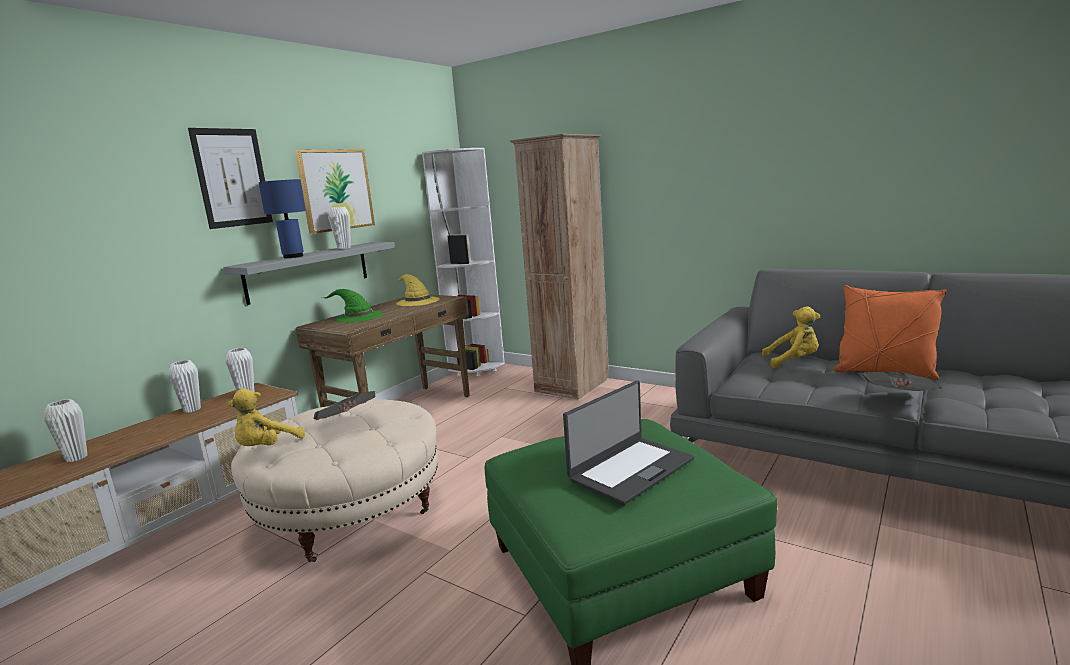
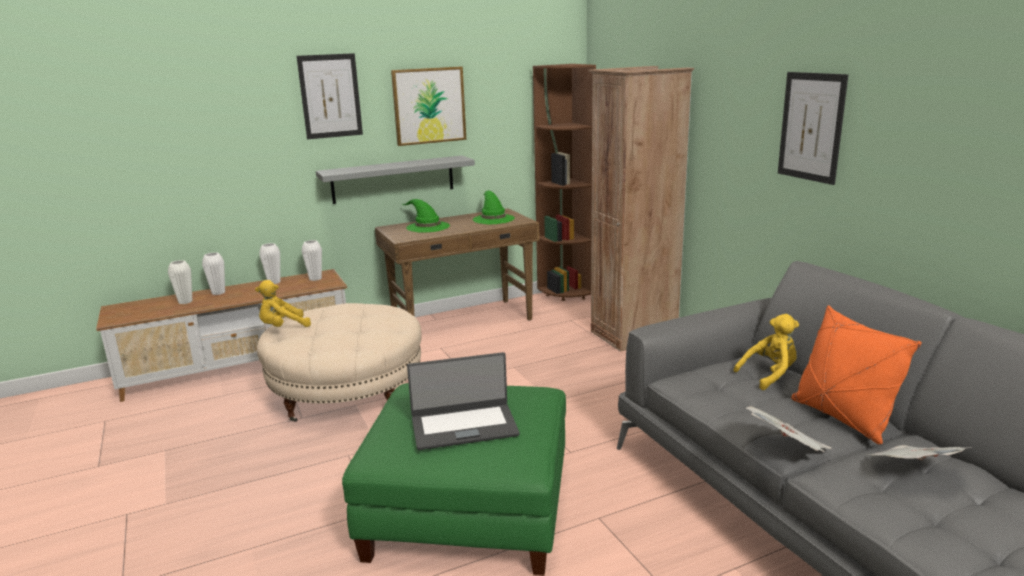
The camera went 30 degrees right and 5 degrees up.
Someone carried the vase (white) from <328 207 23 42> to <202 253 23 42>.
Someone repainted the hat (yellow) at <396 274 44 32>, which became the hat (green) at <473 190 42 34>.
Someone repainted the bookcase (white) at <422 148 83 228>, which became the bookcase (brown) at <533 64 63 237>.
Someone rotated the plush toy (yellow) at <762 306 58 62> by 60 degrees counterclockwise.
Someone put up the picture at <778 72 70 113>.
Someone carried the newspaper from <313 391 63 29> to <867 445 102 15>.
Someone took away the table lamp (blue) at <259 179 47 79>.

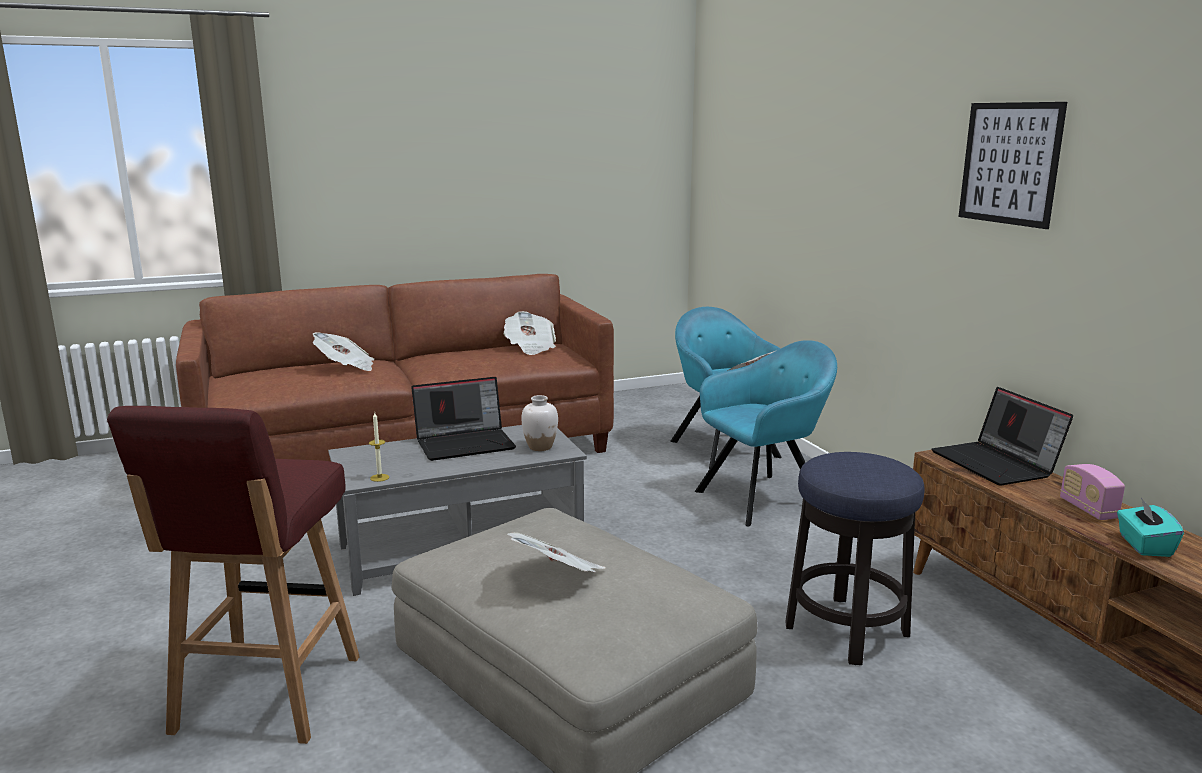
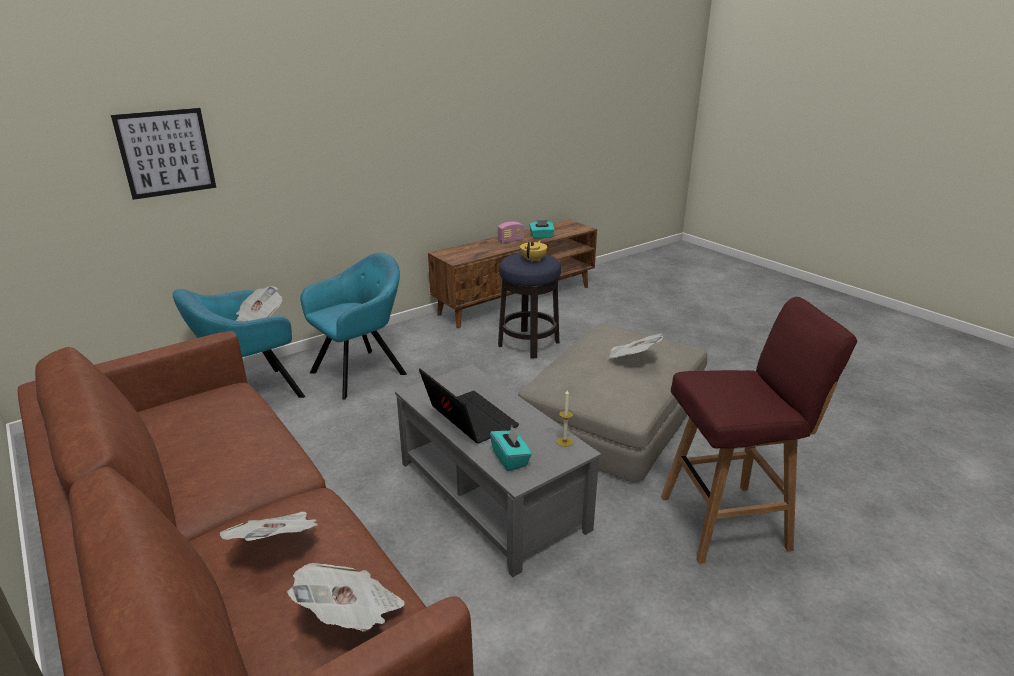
The camera went 105 degrees left and 10 degrees up.
Someone carried the picture from <958 102 109 127> to <111 108 105 92>.
Someone carried the newspaper from <504 311 52 44> to <287 563 118 68>.
Someone rotated the armchair (turquoise) at <695 340 142 186> by 90 degrees clockwise.
Someone put down the tissue box (turquoise) at <490 426 42 45>.
Someone put down the teapot (yellow) at <520 240 27 23>.
Someone took away the vase (white) at <521 395 37 56>.
Someone took away the laptop at <931 387 142 99>.

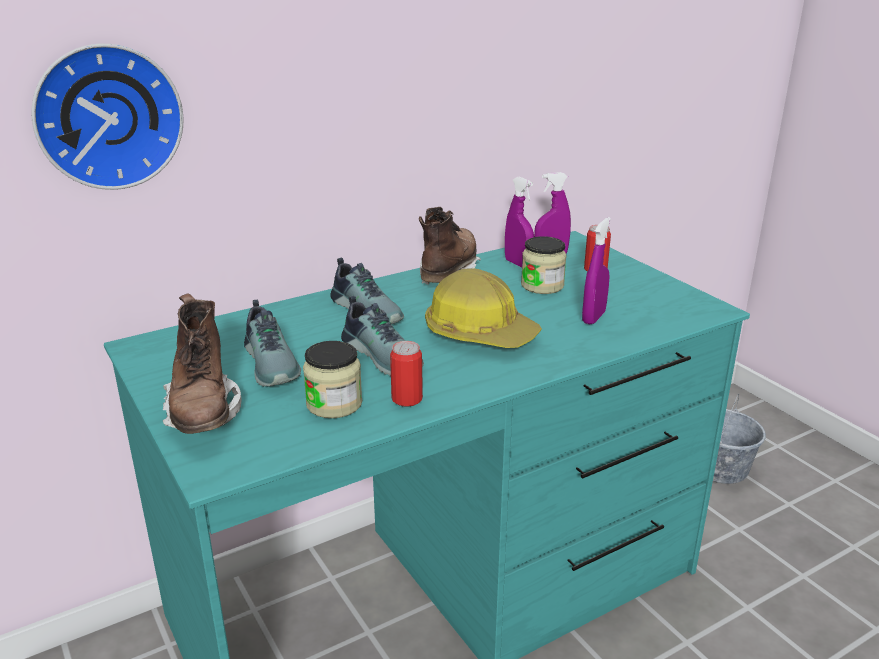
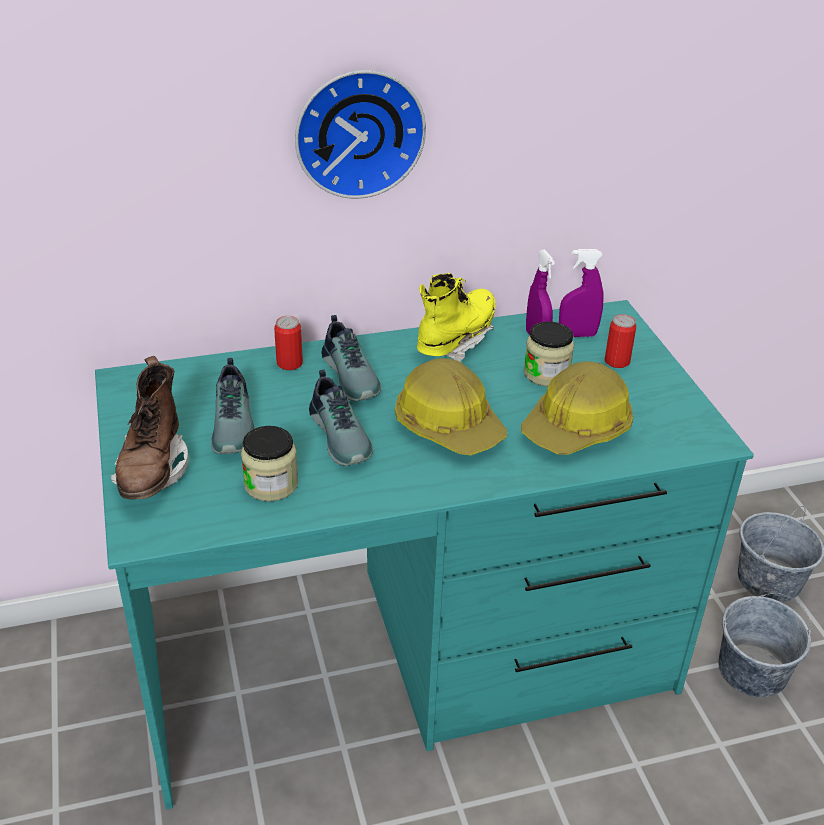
The camera went 15 degrees right and 10 degrees up.
Someone carried the can from <390 341 33 66> to <274 316 29 54>.
Someone carried the wall clock from <31 44 152 146> to <295 70 131 129>.
Someone repainted the boot (brown) at <419 207 62 78>, which became the boot (yellow) at <417 273 79 89>.
Someone swapped the spray bottle (purple) at <582 217 29 107> for the hard hat at <521 361 112 94>.
Someone put down the bucket (grey) at <718 593 94 104>.

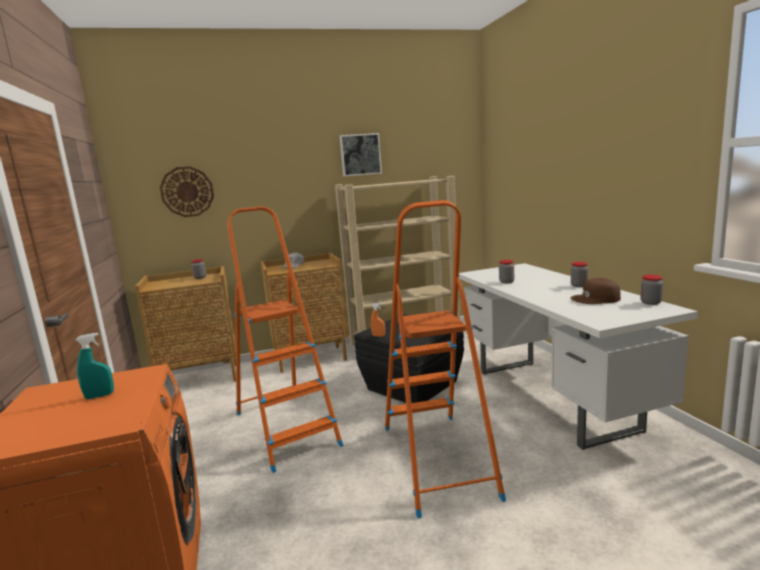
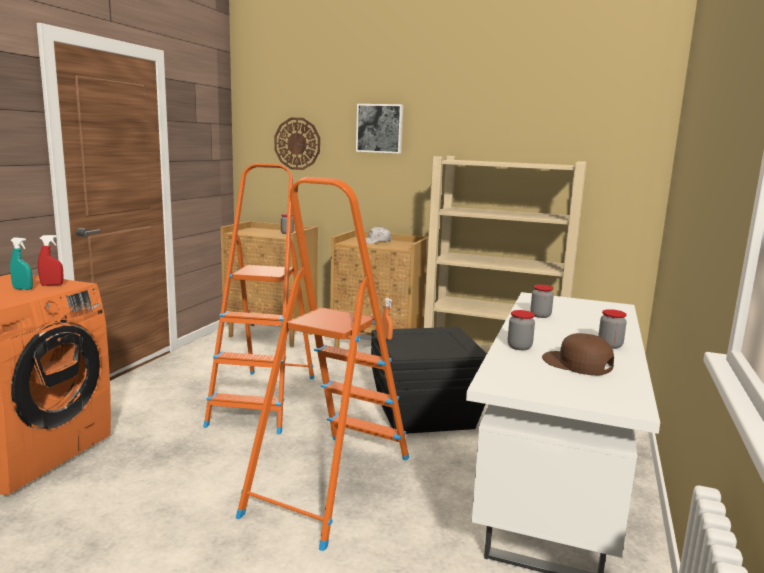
The camera went 35 degrees right and 0 degrees up.
Someone put down the spray bottle (red) at <38 235 26 51>.
Someone carried the picture from <340 133 42 44> to <356 104 47 50>.
Someone carried the jar from <640 275 23 30> to <508 310 27 40>.

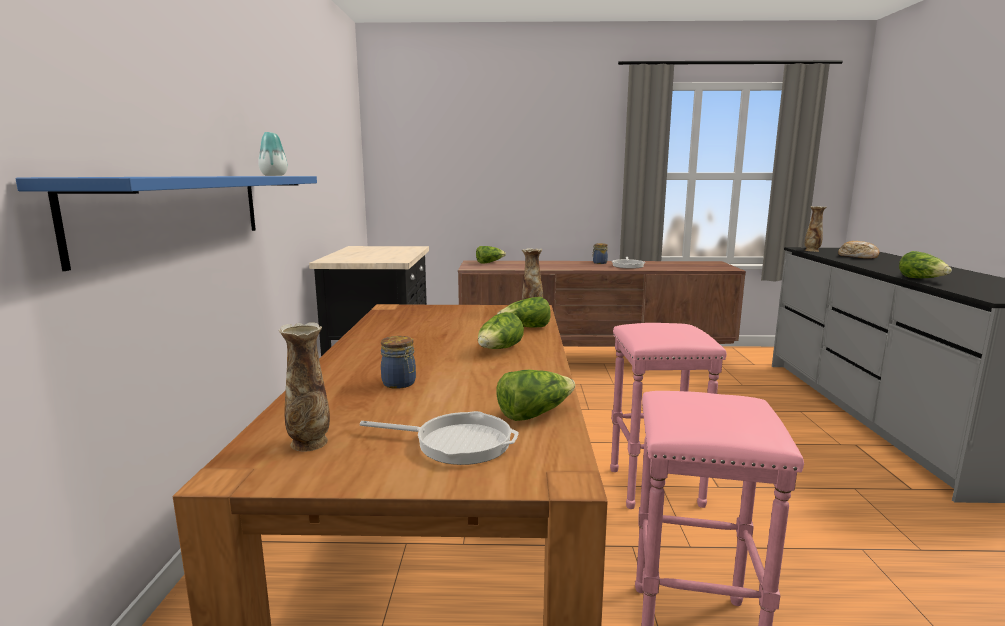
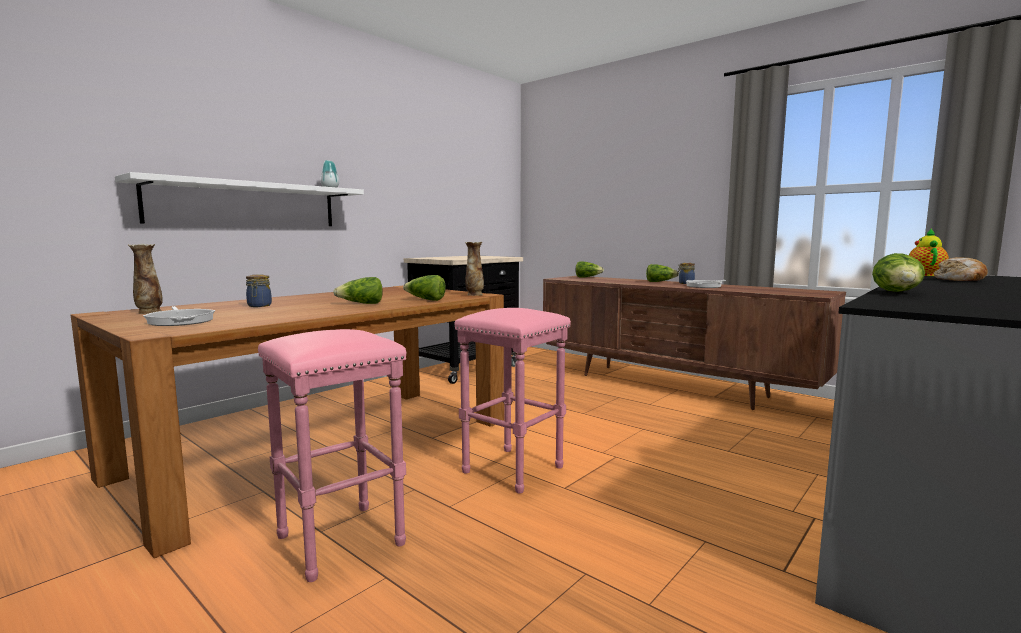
The camera went 40 degrees right and 5 degrees down.
Someone repainted the shelf (blue) at <15 176 302 95>, which became the shelf (white) at <115 172 249 54>.
Someone carried the lettuce from <496 370 79 51> to <646 264 33 18>.
Someone swapped the vase at <805 206 21 46> for the teapot at <909 229 40 47>.

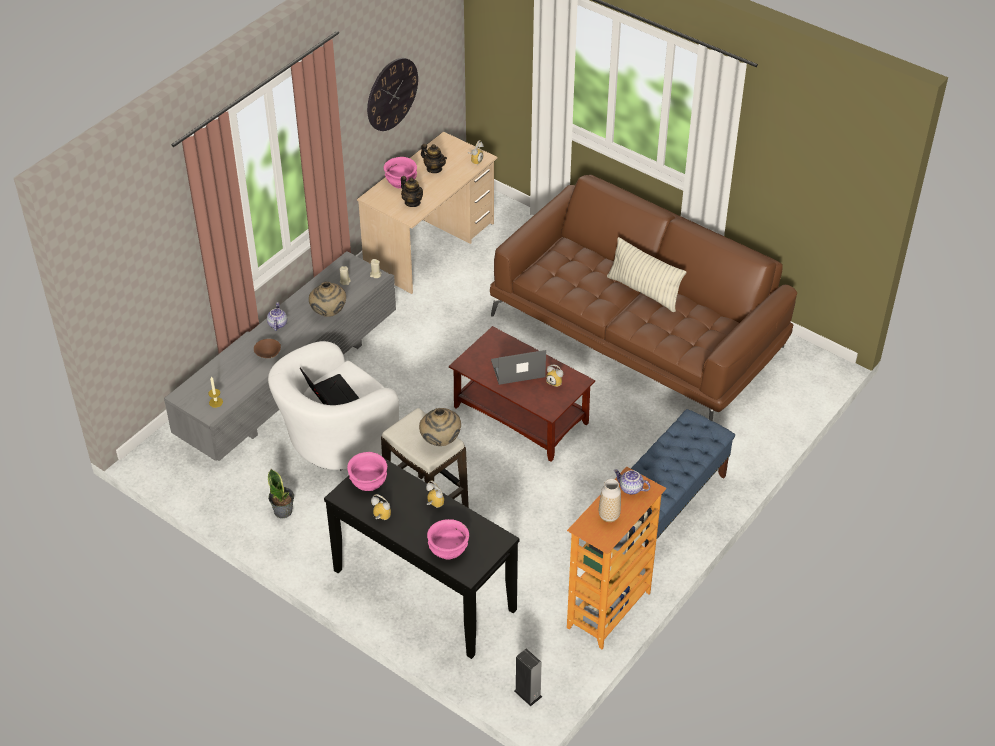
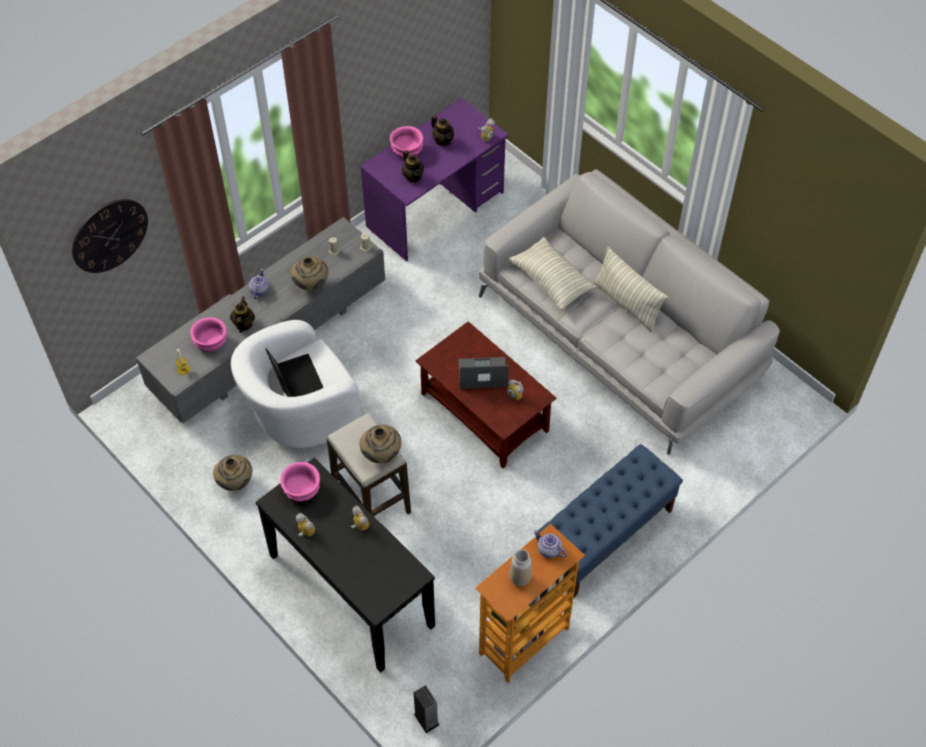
The camera went 10 degrees right and 10 degrees up.
Someone carried the wall clock from <367 58 51 73> to <72 199 76 74>.
Someone carried the bowl (pink) from <427 519 42 41> to <190 317 37 35>.
Someone swapped the potted plant at <268 469 26 49> for the vase (beige) at <213 455 39 36>.
Someone swapped the bowl (brown) at <254 339 27 19> for the teapot at <230 296 25 37>.
Someone repainted the desk (beige) at <357 131 140 163>, which became the desk (purple) at <360 98 149 163>.
Someone repainted the sofa (brown) at <490 175 307 246>, which became the sofa (grey) at <479 169 301 286>.
Someone put down the pillow at <509 237 88 74>.

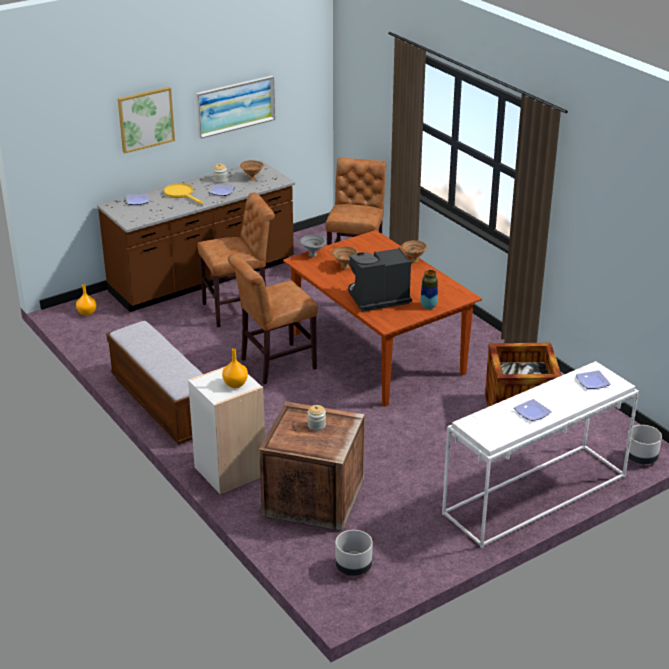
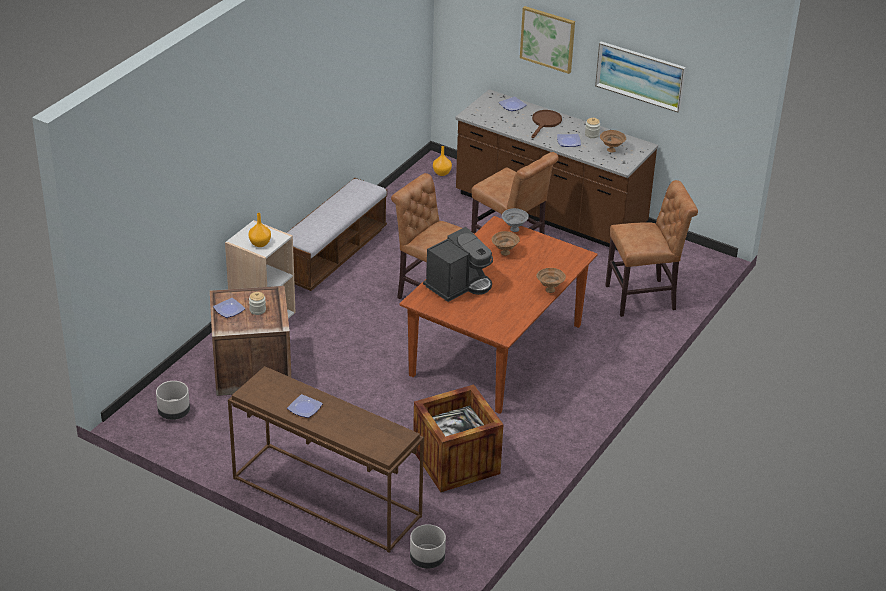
The camera went 65 degrees right and 5 degrees up.
Someone carried the plate from <576 370 34 19> to <213 298 32 20>.
Someone repainted the console table (white) at <442 361 197 187>, which became the console table (brown) at <228 366 196 187>.
Someone rotated the coffee machine at <348 247 64 65> by 90 degrees clockwise.
Someone repainted the frying pan (yellow) at <164 183 39 21>, which became the frying pan (brown) at <531 110 31 28>.
Someone took away the vase at <420 270 18 39>.

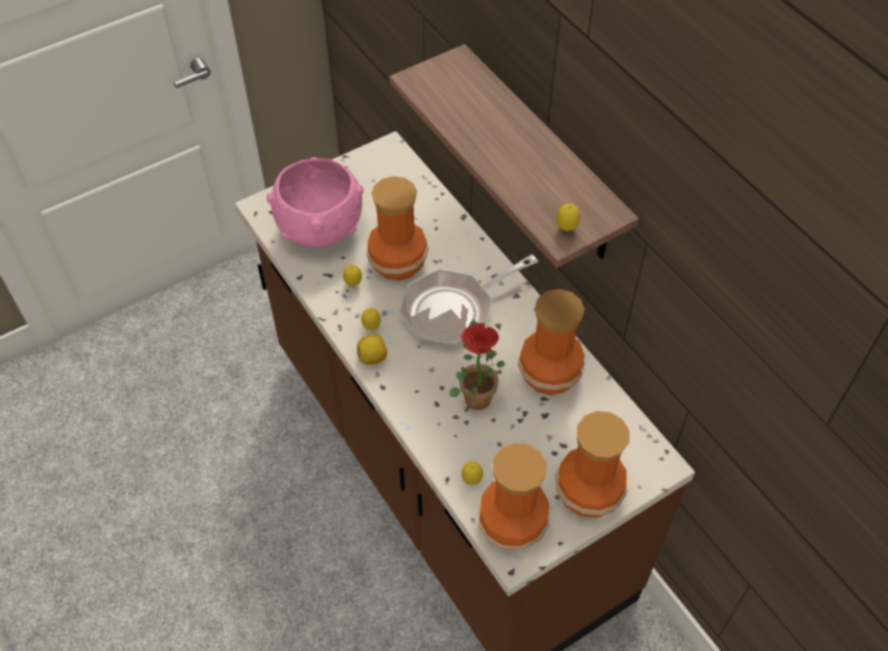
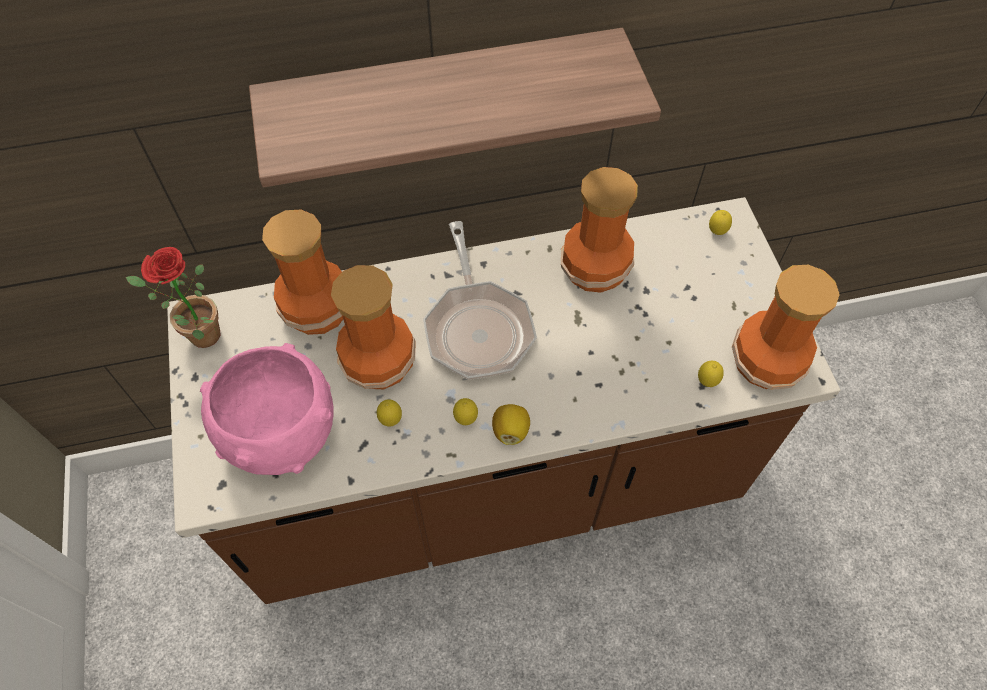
The camera went 70 degrees left and 5 degrees up.
Someone carried the potted plant from <449 320 56 90> to <126 247 95 101>.
Someone carried the vase from <556 411 73 107> to <262 210 81 125>.
Someone carried the lemon from <556 203 25 28> to <709 210 23 25>.

